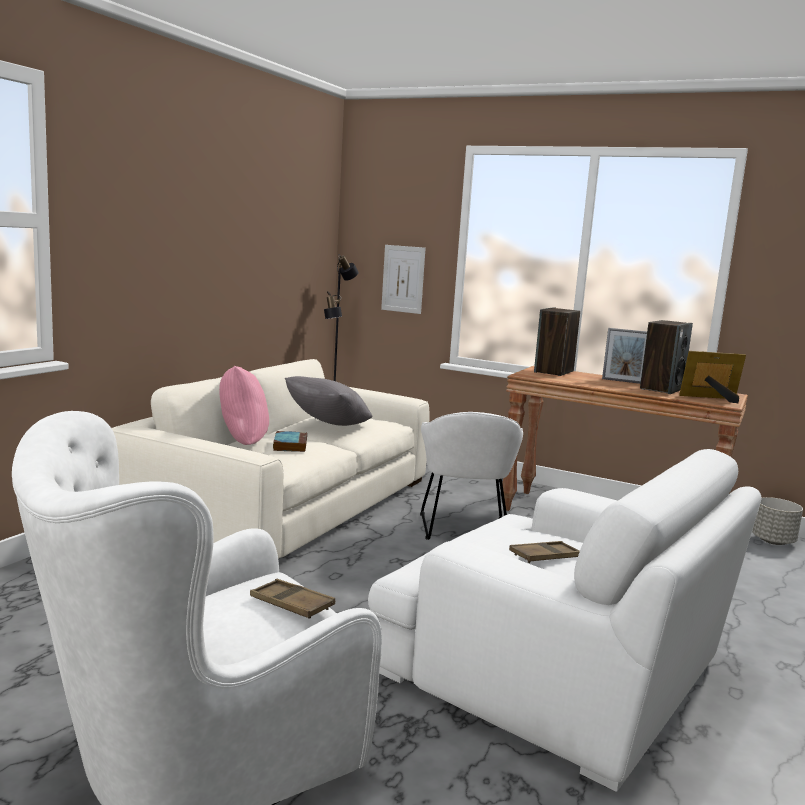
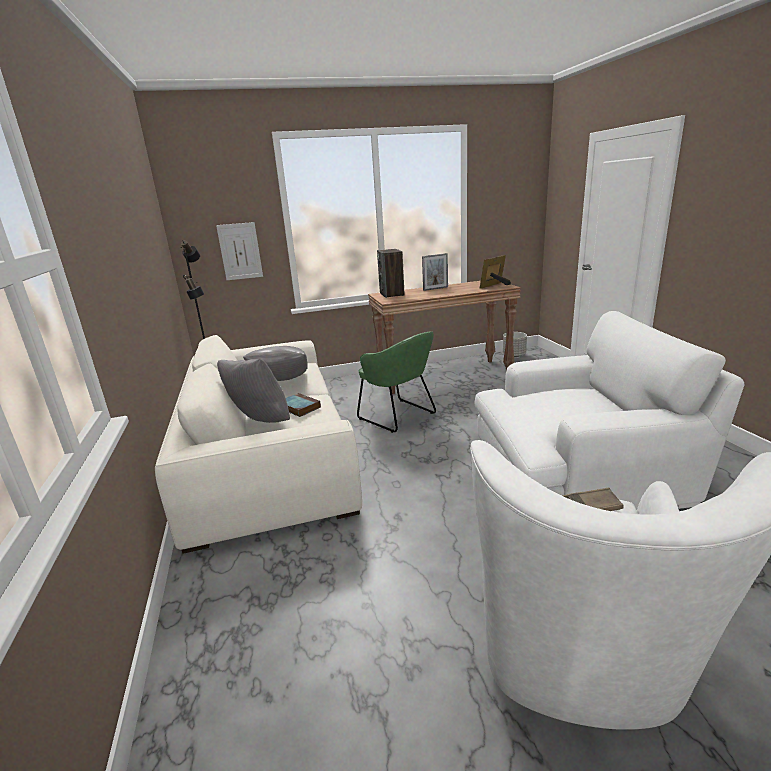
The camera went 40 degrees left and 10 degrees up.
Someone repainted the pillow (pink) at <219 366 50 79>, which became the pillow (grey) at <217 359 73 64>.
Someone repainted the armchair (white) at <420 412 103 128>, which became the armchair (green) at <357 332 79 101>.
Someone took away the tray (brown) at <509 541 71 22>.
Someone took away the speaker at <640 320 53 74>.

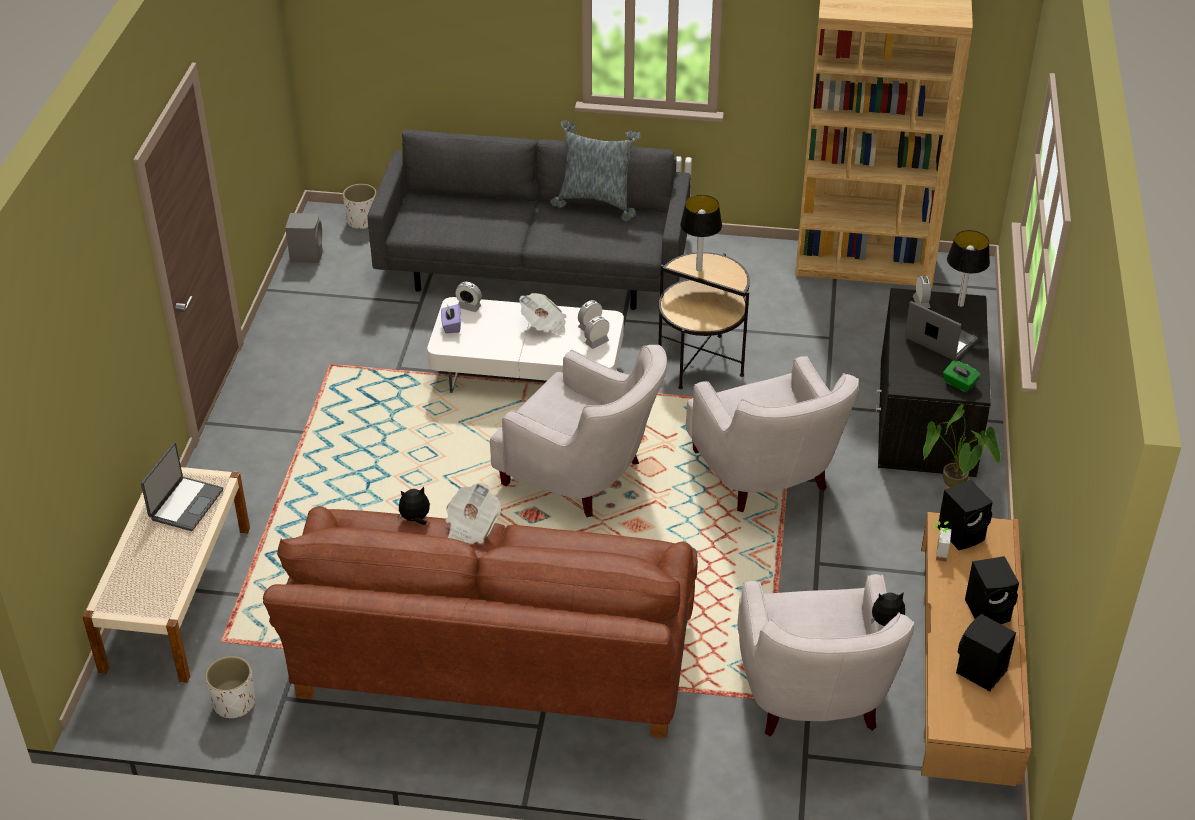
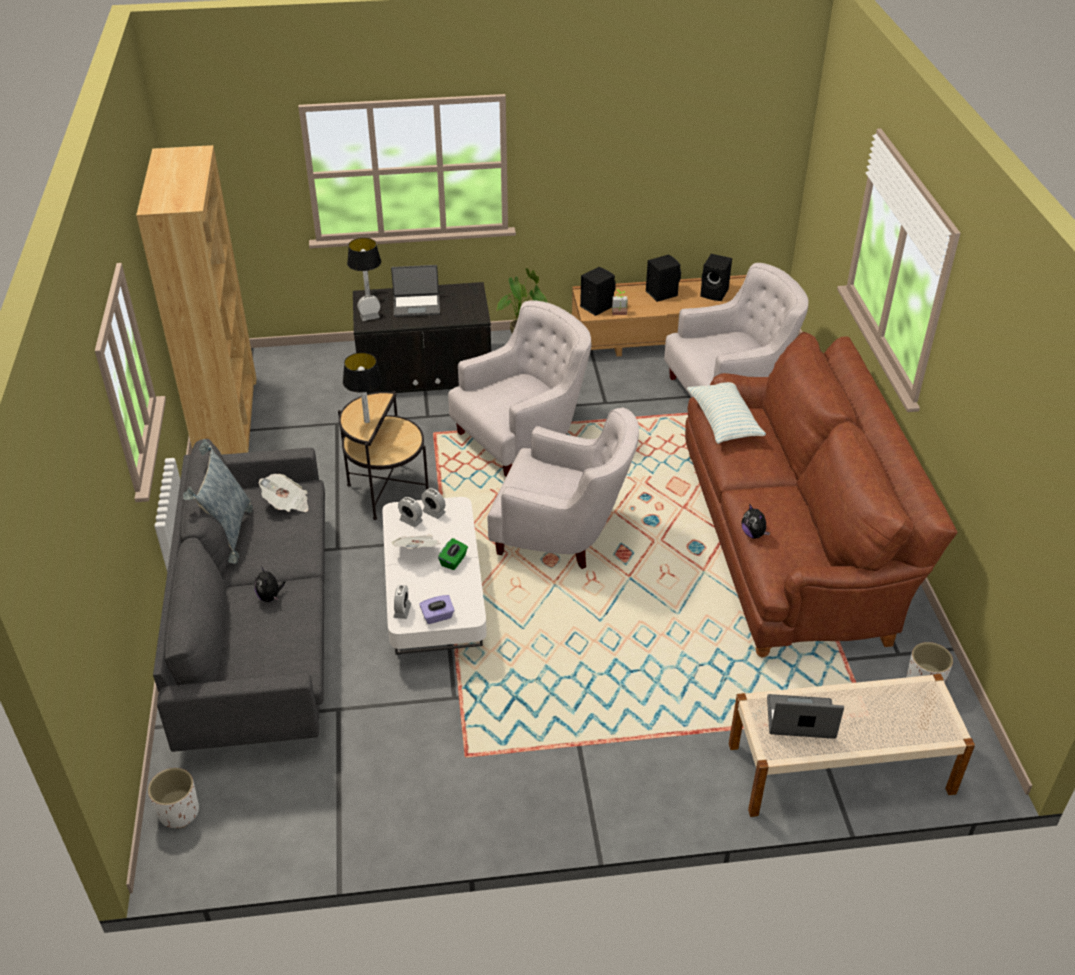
The camera went 105 degrees left and 0 degrees up.
Someone carried the plush toy from <871 592 34 34> to <255 566 30 36>.
Someone carried the newspaper from <446 483 55 61> to <259 474 49 38>.
Someone rotated the laptop at <905 301 73 60> by 120 degrees counterclockwise.
Someone carried the tissue box (green) from <943 360 37 32> to <438 538 30 32>.
Someone rotated the armchair (white) at <490 345 177 172> by 90 degrees clockwise.
Someone put down the pillow at <687 382 79 62>.
Someone took away the speaker (grey) at <285 213 38 50>.

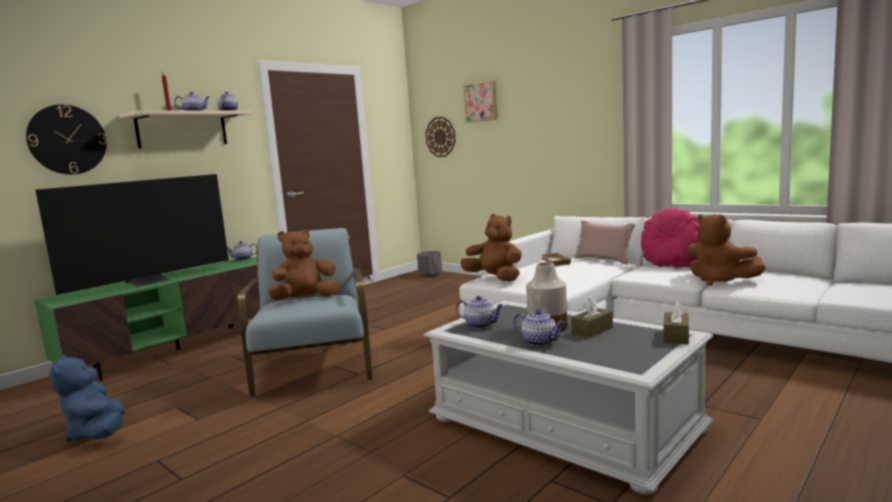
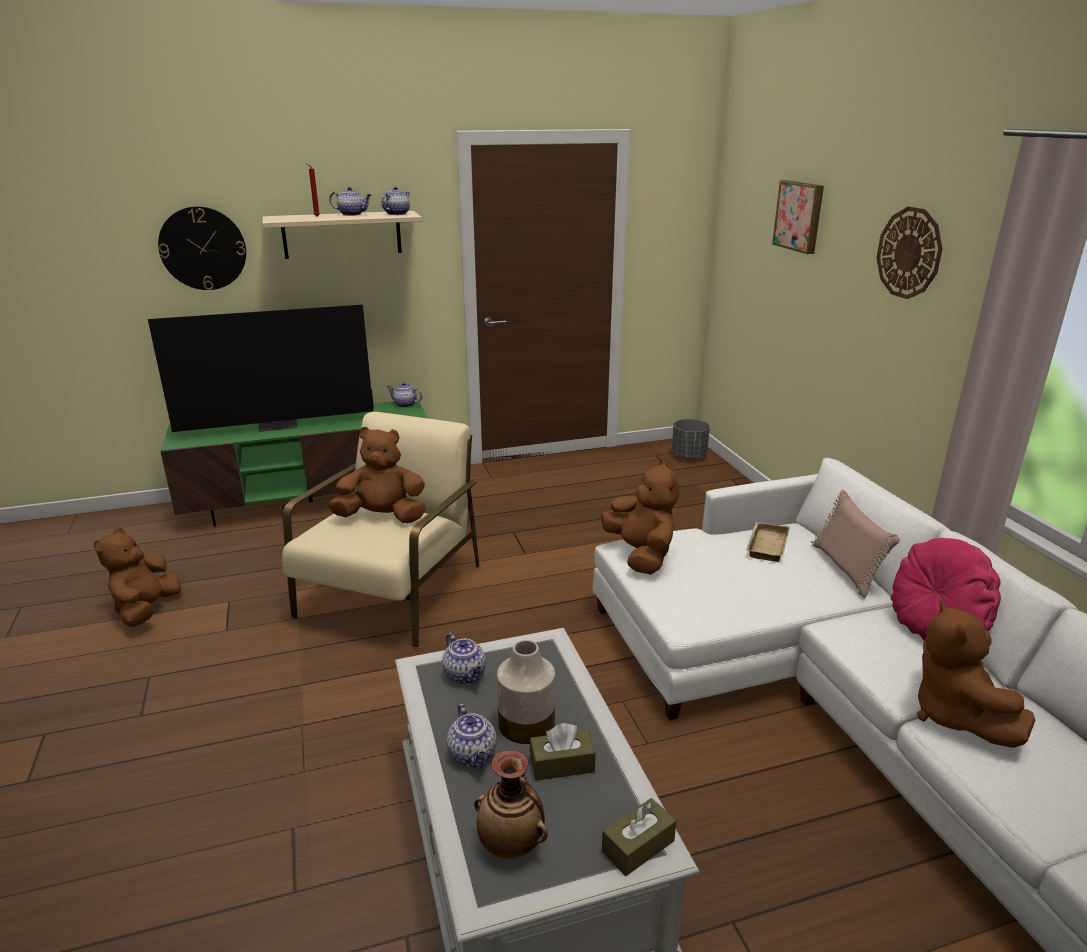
The camera went 30 degrees right and 15 degrees up.
Someone repainted the plush toy (blue) at <49 355 76 87>, which became the plush toy (brown) at <93 527 88 100>.
Someone repainted the armchair (blue) at <238 228 134 169>, which became the armchair (beige) at <282 412 197 235>.
Someone put down the vase at <474 750 74 109>.
Someone carried the wall clock from <426 117 30 40> to <876 206 67 93>.

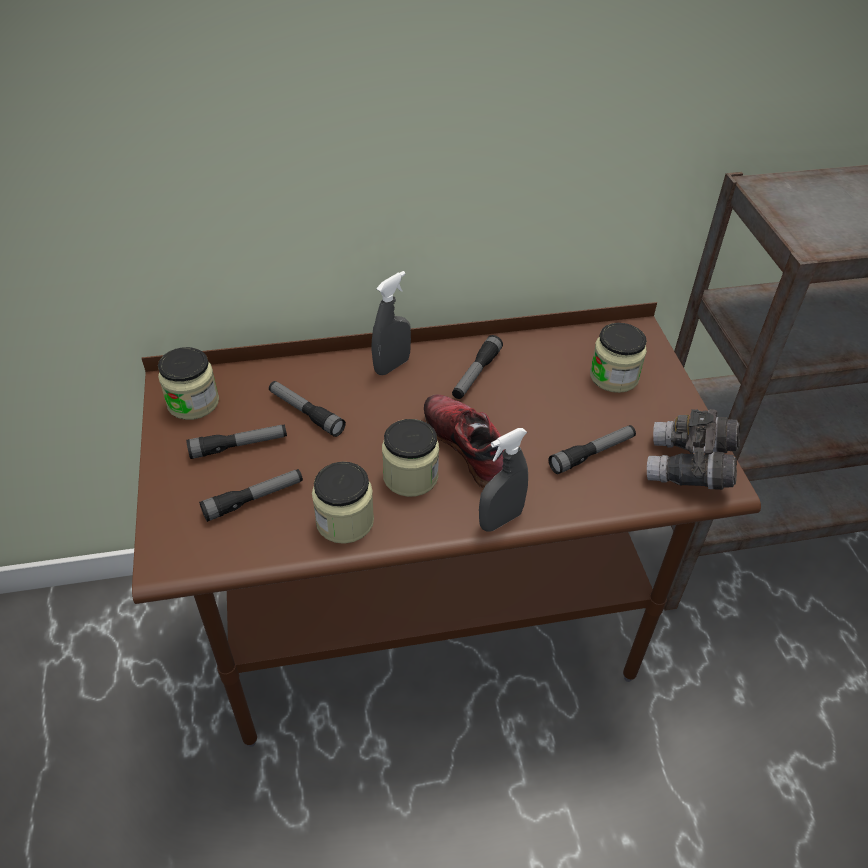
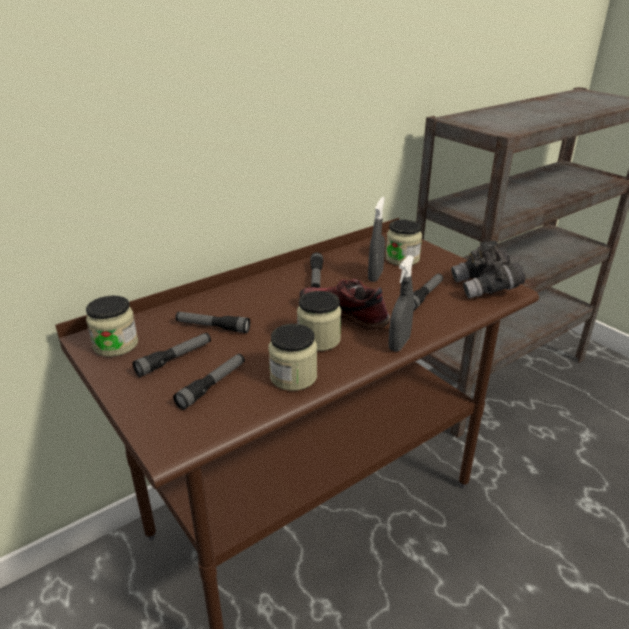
The camera went 25 degrees left and 15 degrees down.
Someone carried the spray bottle (grey) from <372 271 39 104> to <368 197 17 85>.

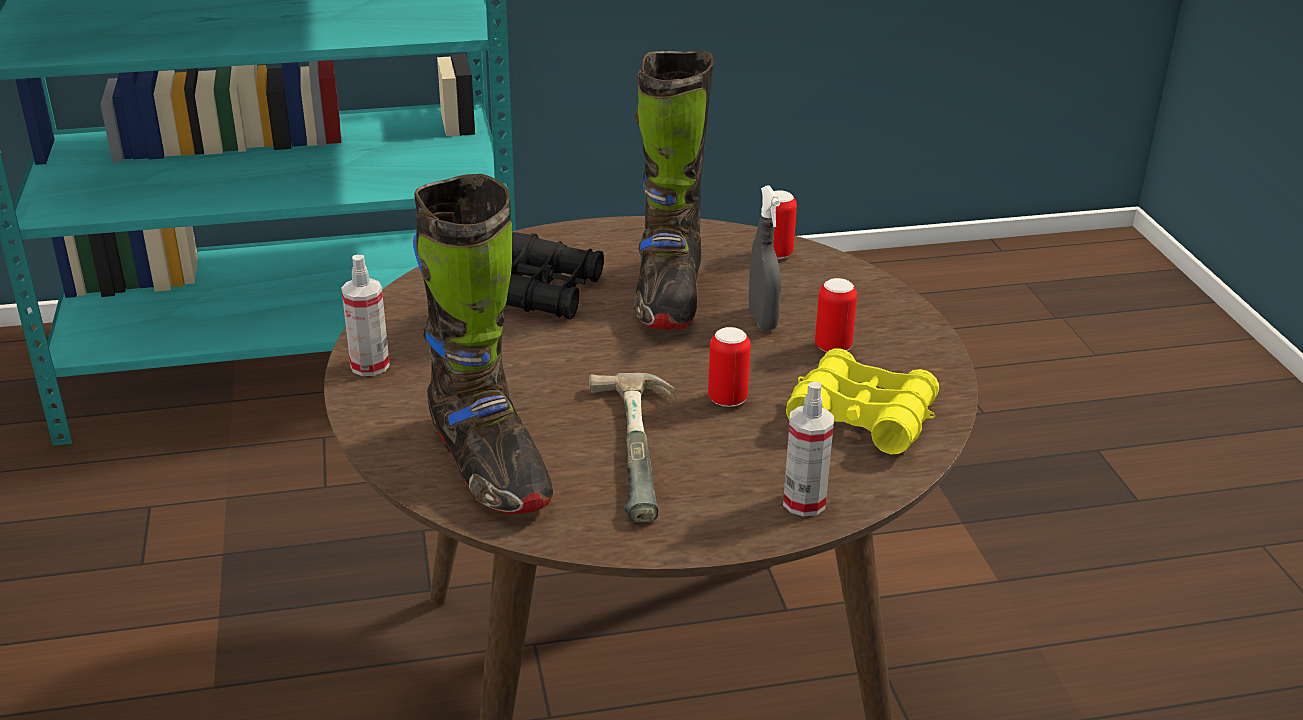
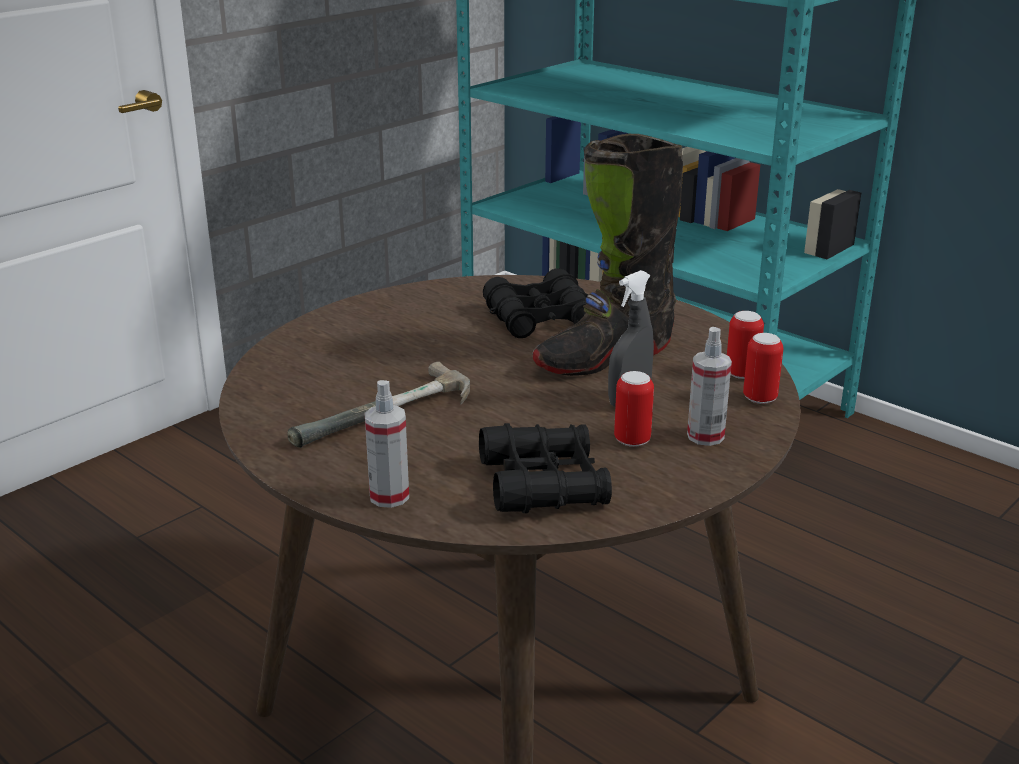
The camera went 55 degrees right and 5 degrees down.
Someone repainted the binoculars (yellow) at <786 348 153 107>, which became the binoculars (black) at <479 423 133 90>.
Someone carried the spray bottle from <341 255 49 121> to <687 327 45 119>.
Someone carried the can from <708 327 43 80> to <743 333 40 71>.
Someone took away the boot (black) at <413 174 140 340>.

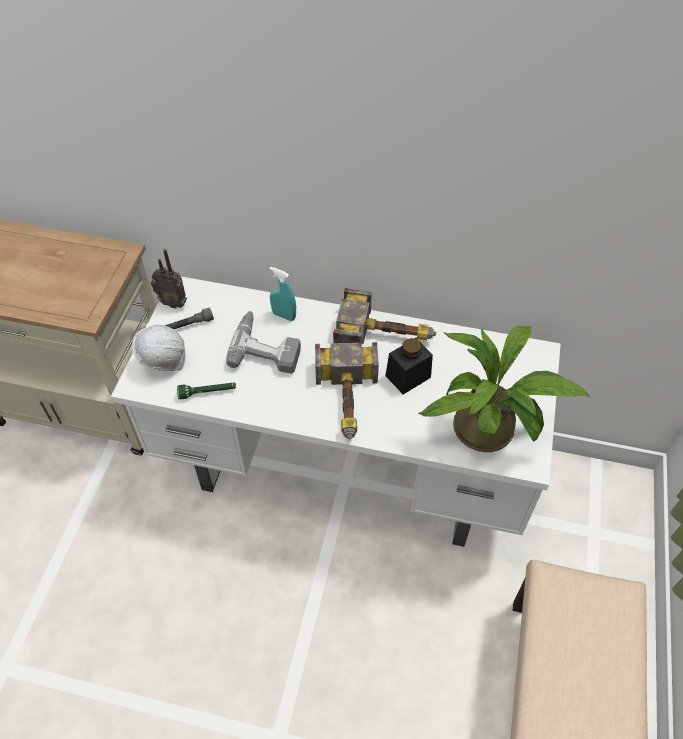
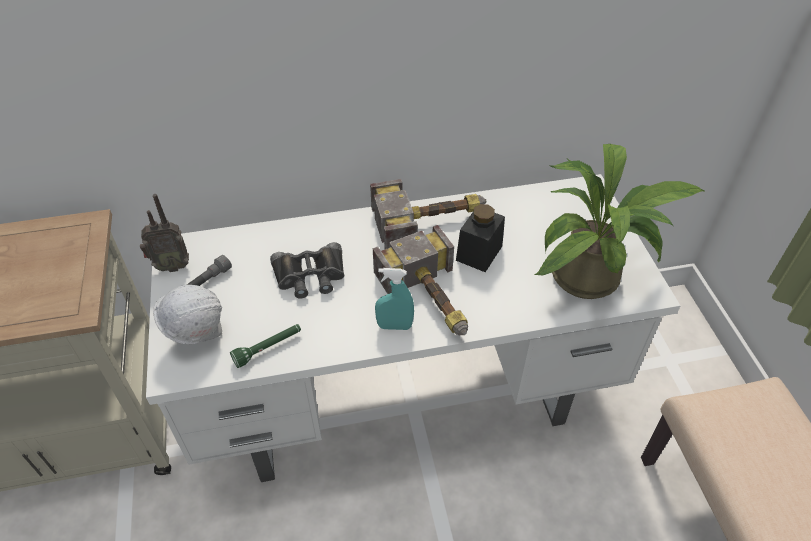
The camera went 25 degrees left and 5 degrees down.
Someone swapped the power drill at <226 311 75 62> for the binoculars (black) at <270 242 74 57>.
Someone carried the spray bottle (turquoise) from <270 267 26 54> to <375 268 39 62>.

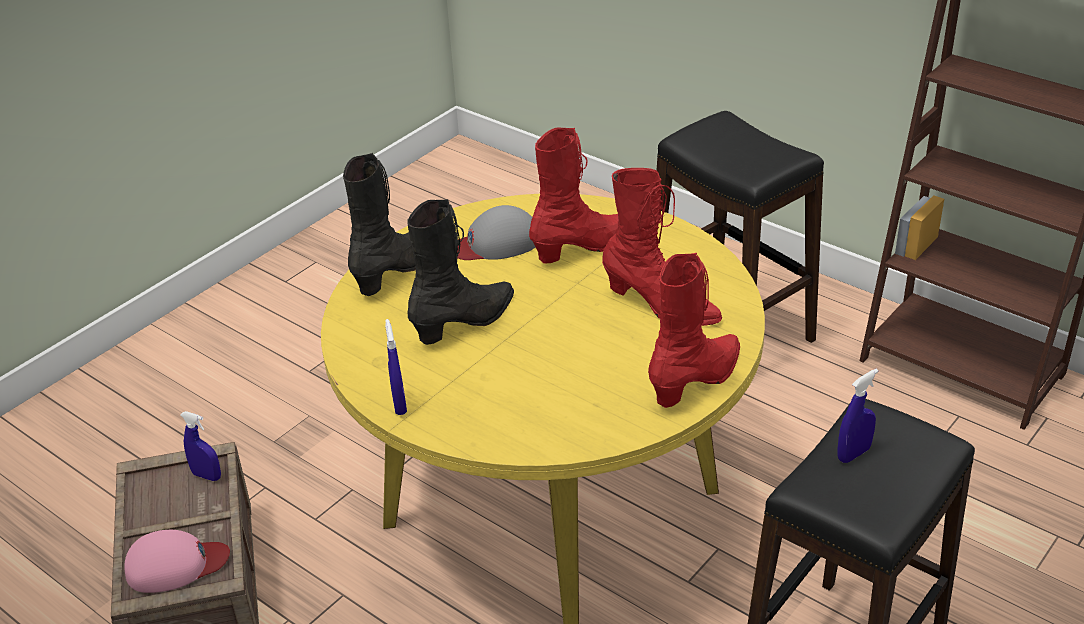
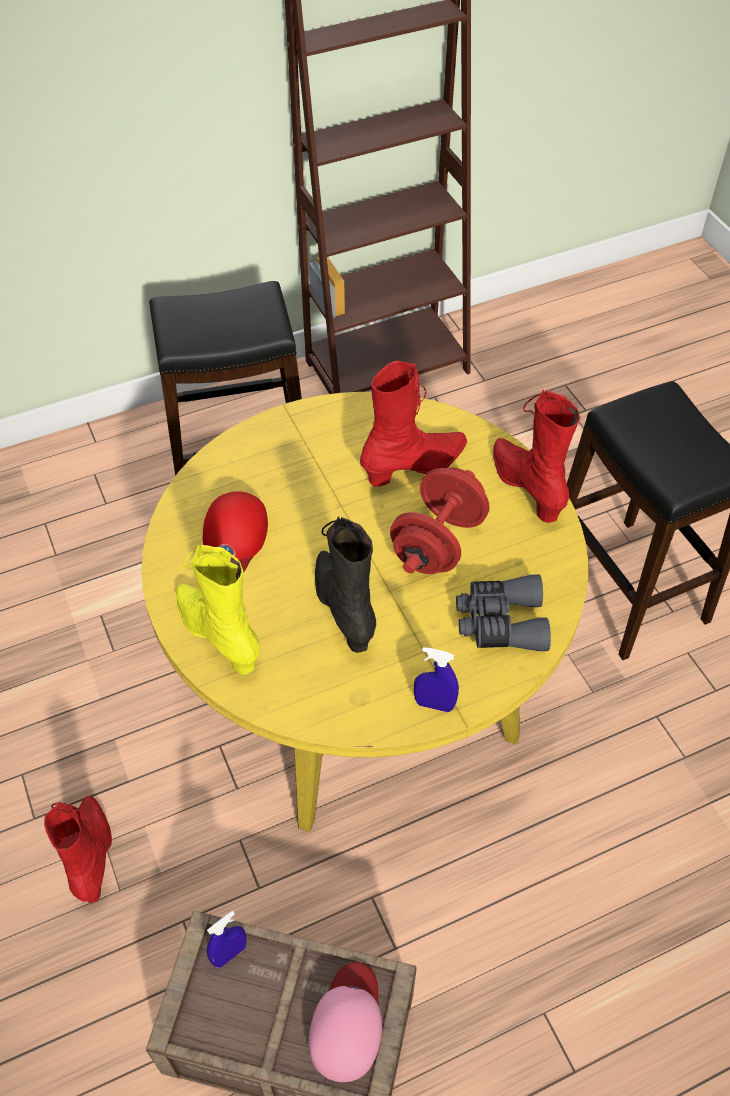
The camera went 65 degrees left and 15 degrees up.
Someone carried the boot (red) from <529 127 89 136> to <44 796 68 107>.
Someone repainted the boot (black) at <343 153 73 143>, which became the boot (yellow) at <176 545 84 129>.
Someone repainted the cap (grey) at <457 205 78 55>, which became the cap (red) at <203 491 65 81>.
Someone put down the dumbbell (red) at <390 467 100 107>.
Someone put down the binoculars (grey) at <456 574 95 77>.
Someone took away the spray bottle (blue) at <837 369 41 94>.

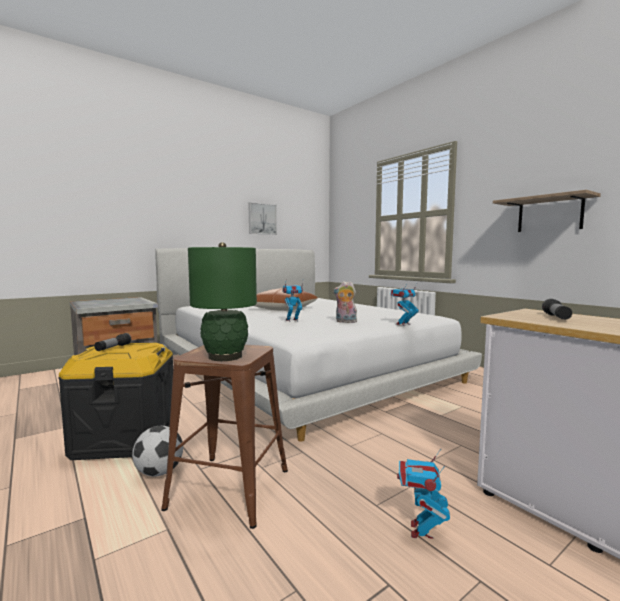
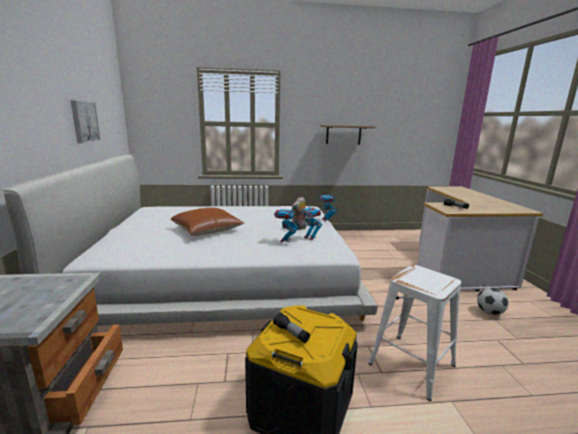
The camera went 60 degrees left and 10 degrees up.
Someone carried the toy robot from <397 449 53 90> to <300 201 23 39>.
Someone repainted the stool (brown) at <161 344 127 185>, which became the stool (white) at <368 265 93 136>.
Someone carried the football from <132 426 51 51> to <477 287 32 28>.
Someone took away the table lamp (green) at <188 242 69 119>.

